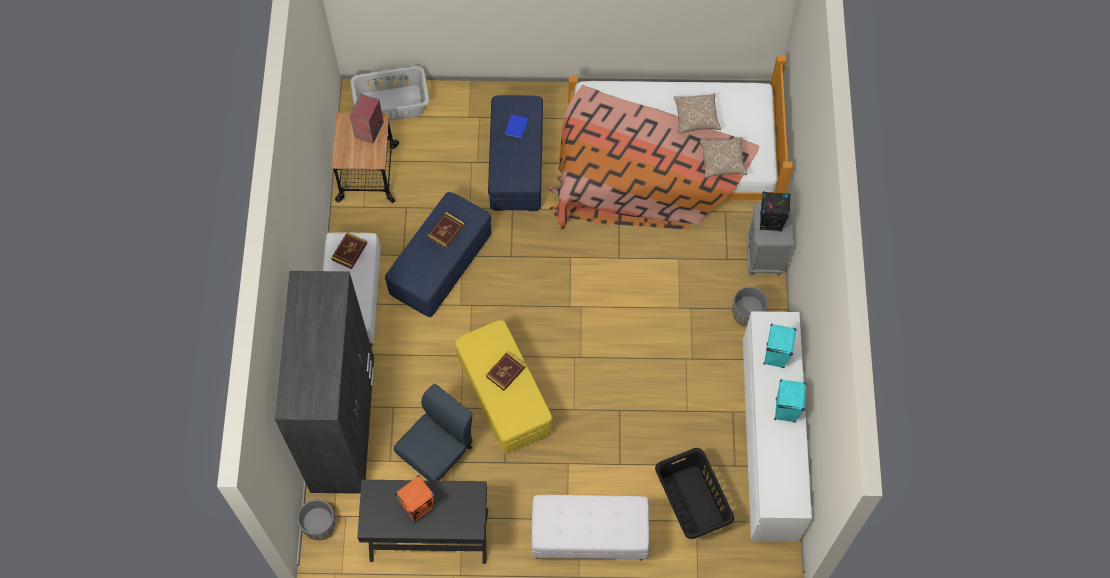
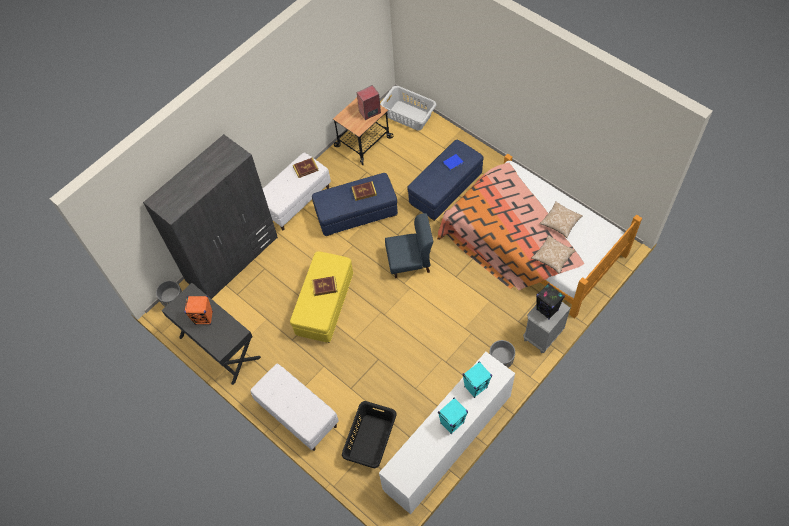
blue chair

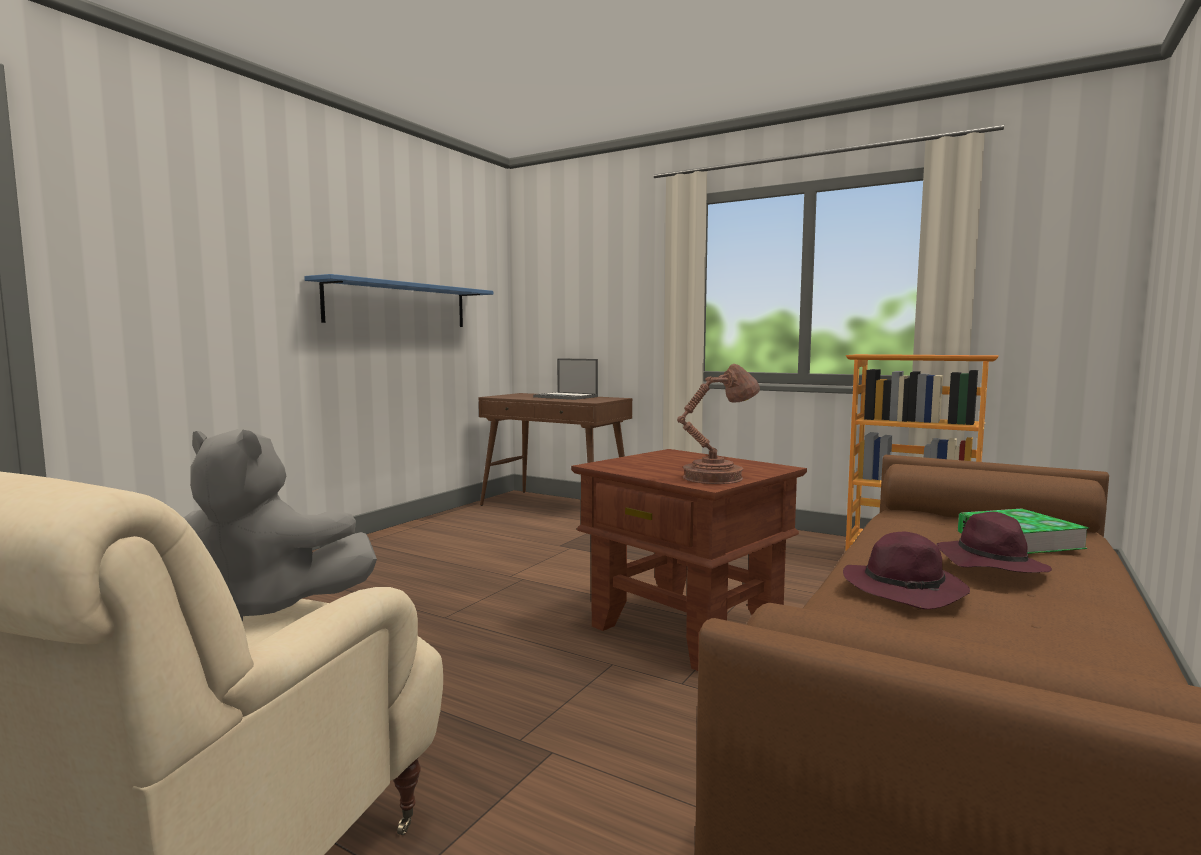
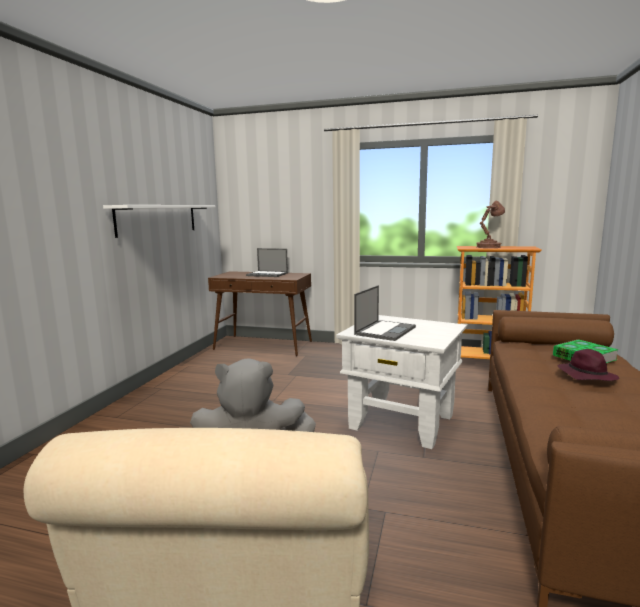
white shelf
white side table
laptop (no. 2 from left)
brown table lamp
purple hat (no. 1 from left in the first image)

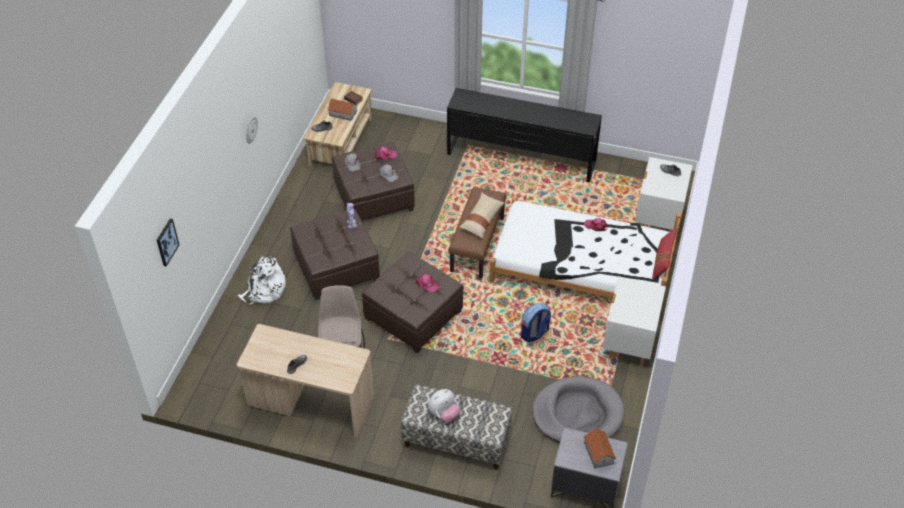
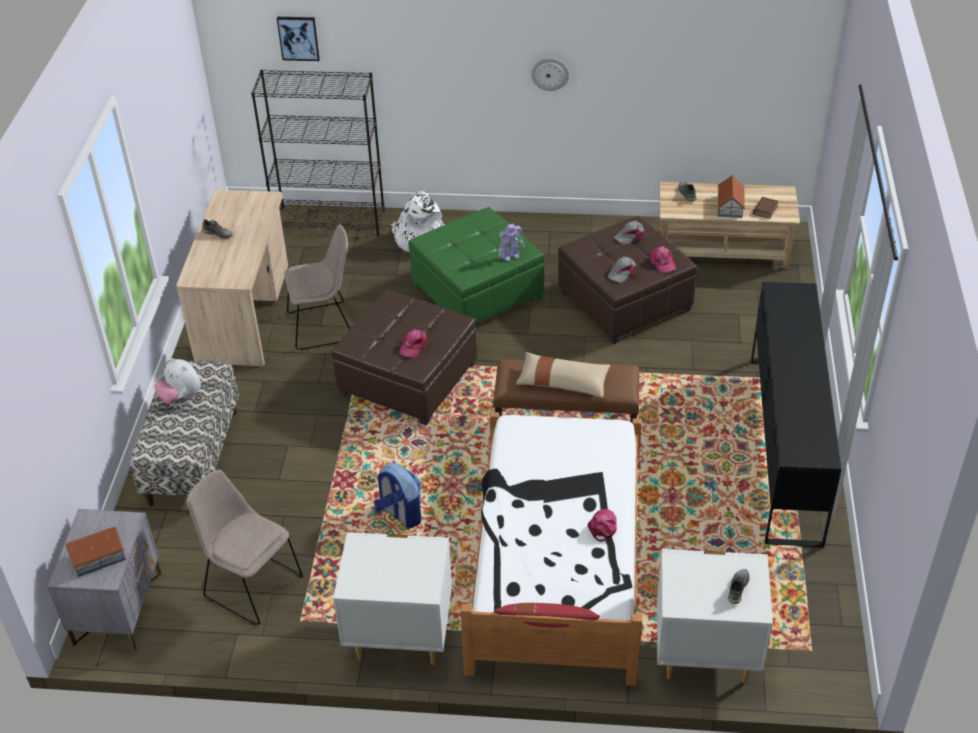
beige chair (no. 1 from left)
black bookcase
green ottoman

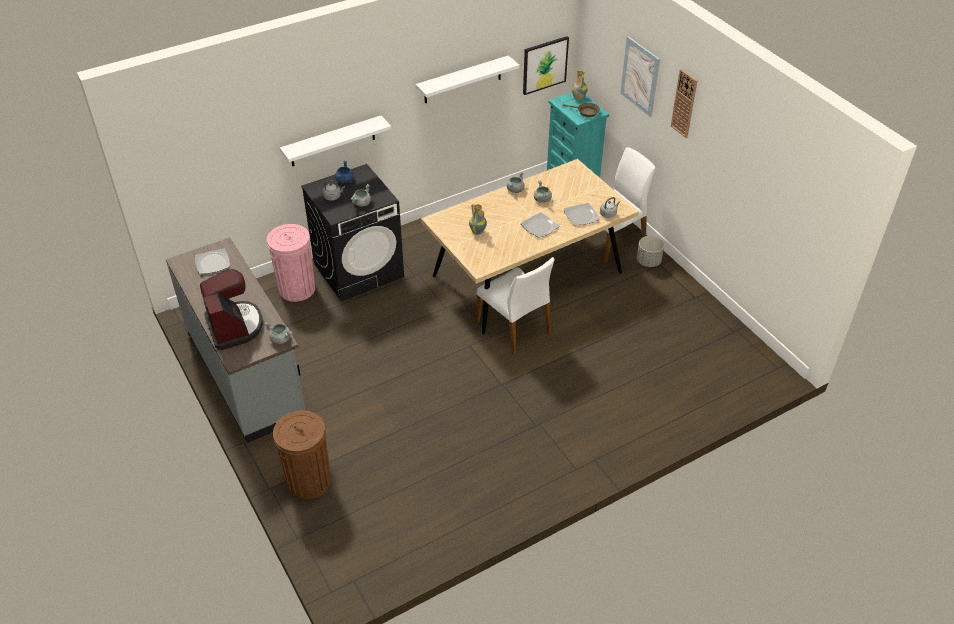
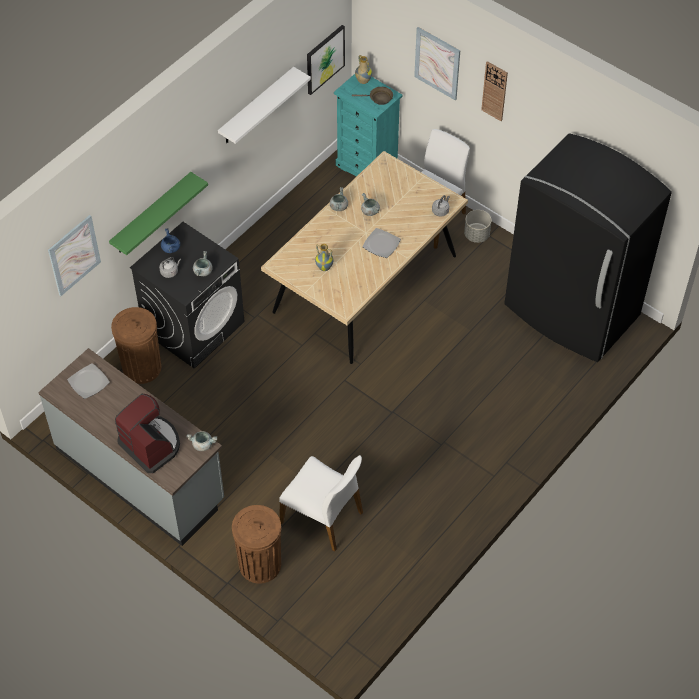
picture (no. 1 from left)
green shelf
brown trash can (no. 1 from left)
white chair (no. 1 from left)
black fridge
plate (no. 3 from left in the first image)

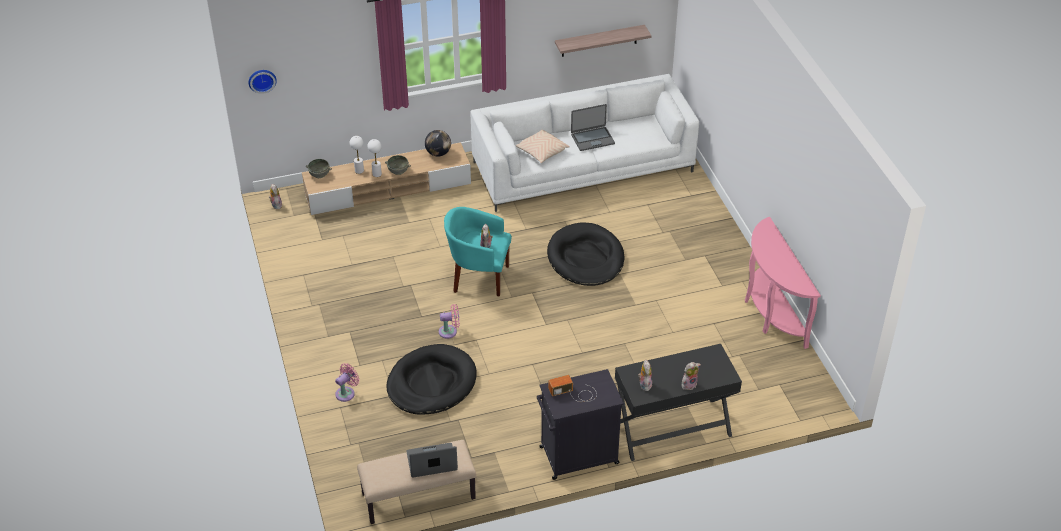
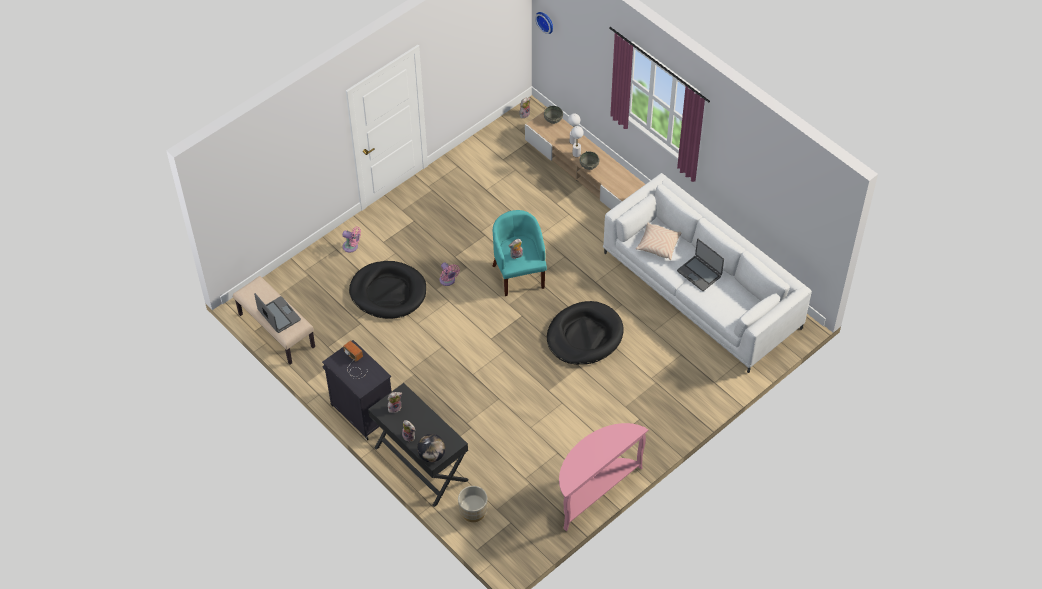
globe
beige planter
shelf

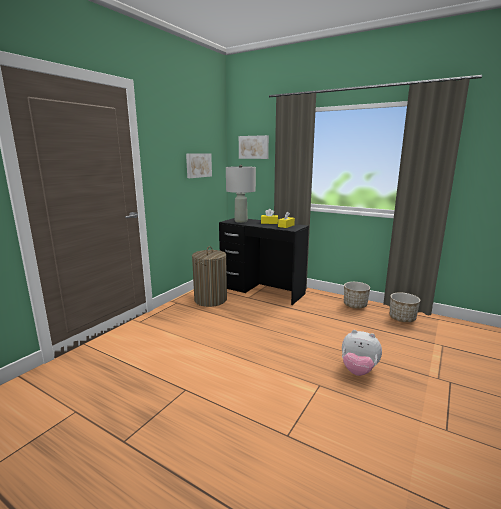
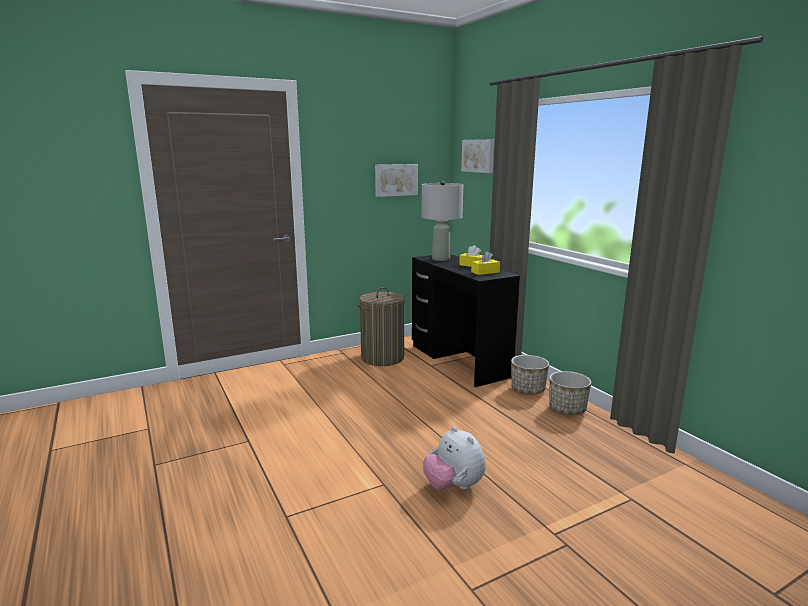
planter (no. 1 from left)

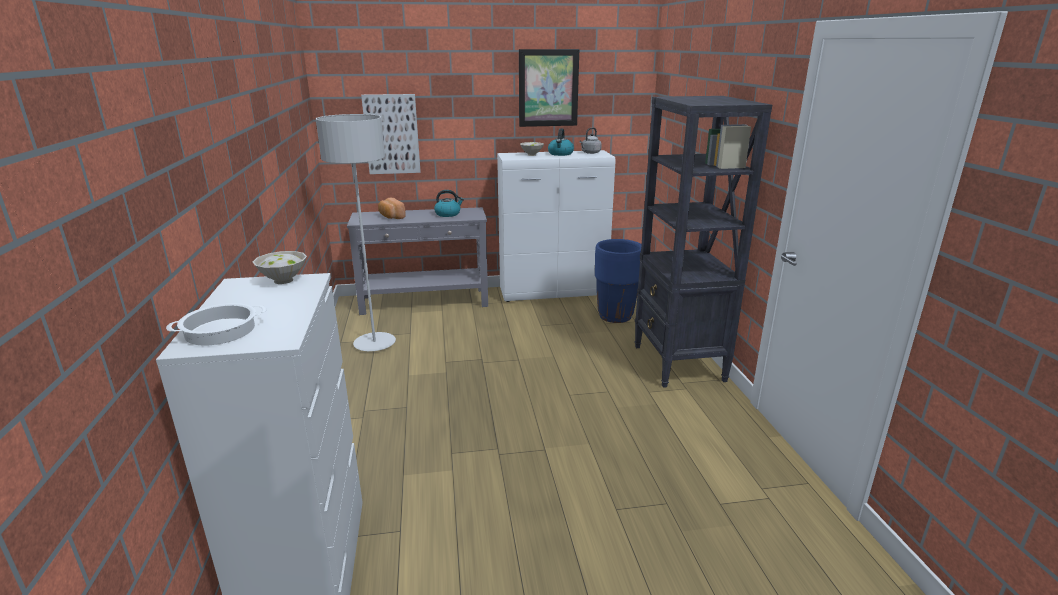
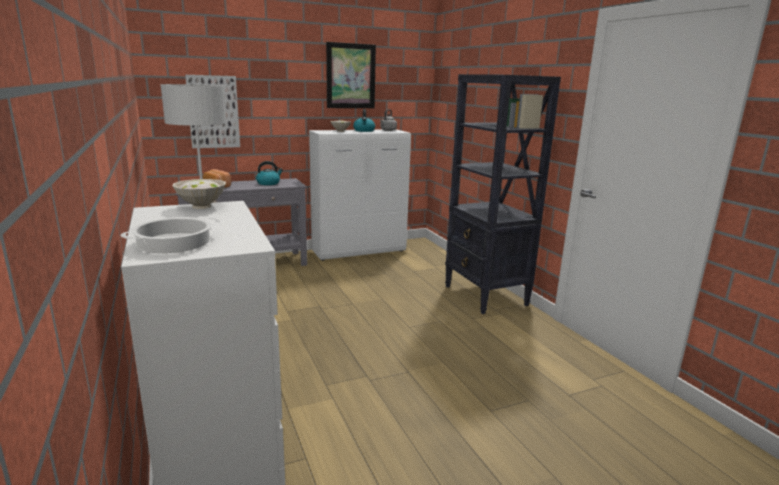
blue planter

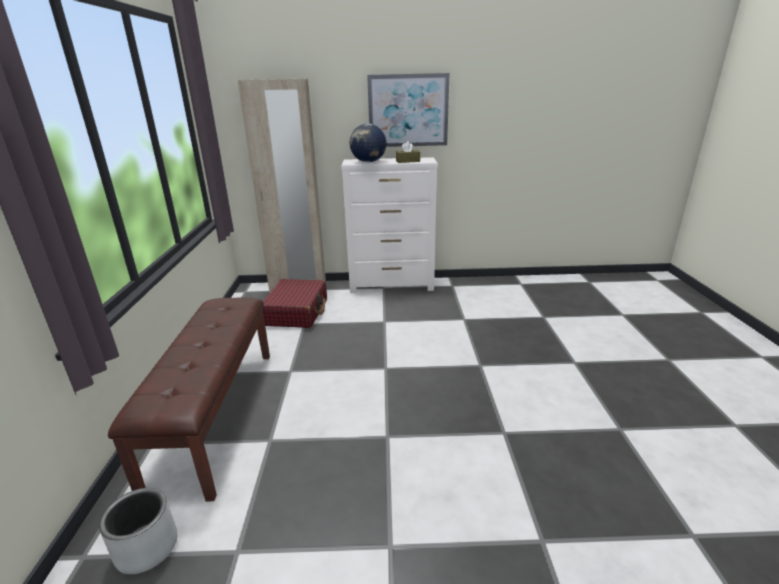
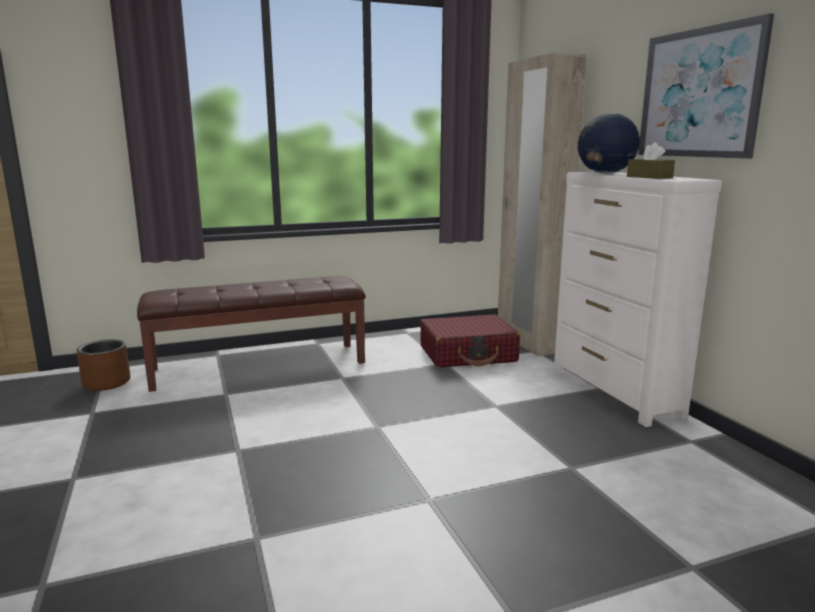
brown planter

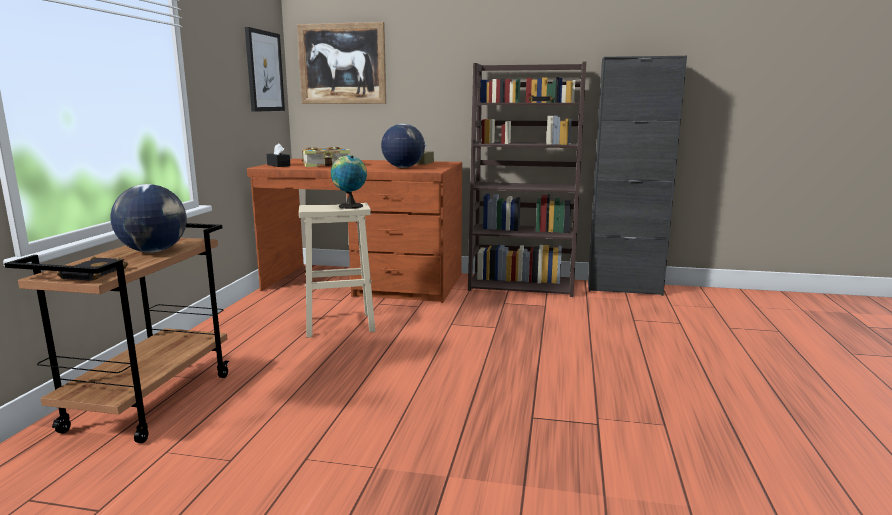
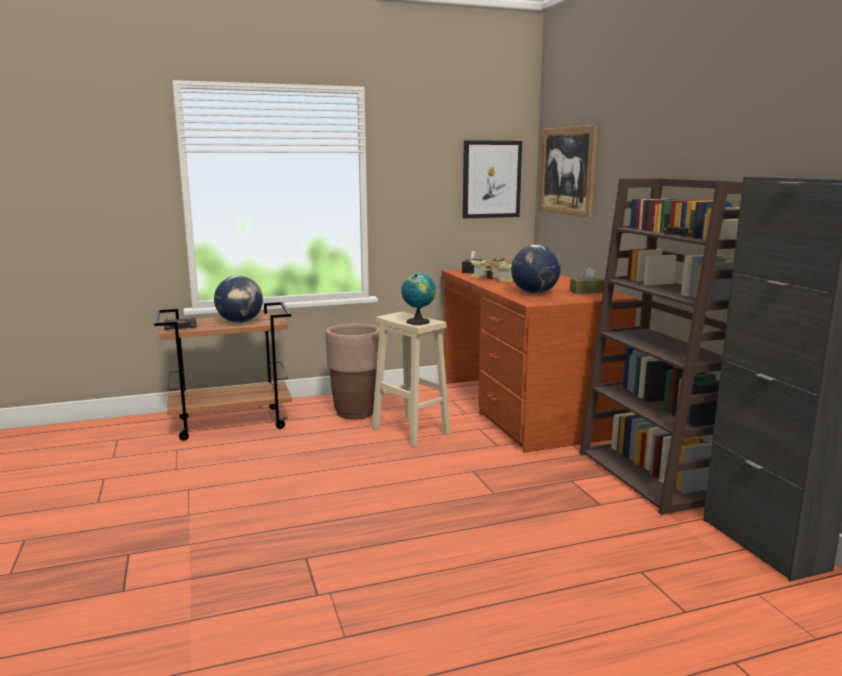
brown planter

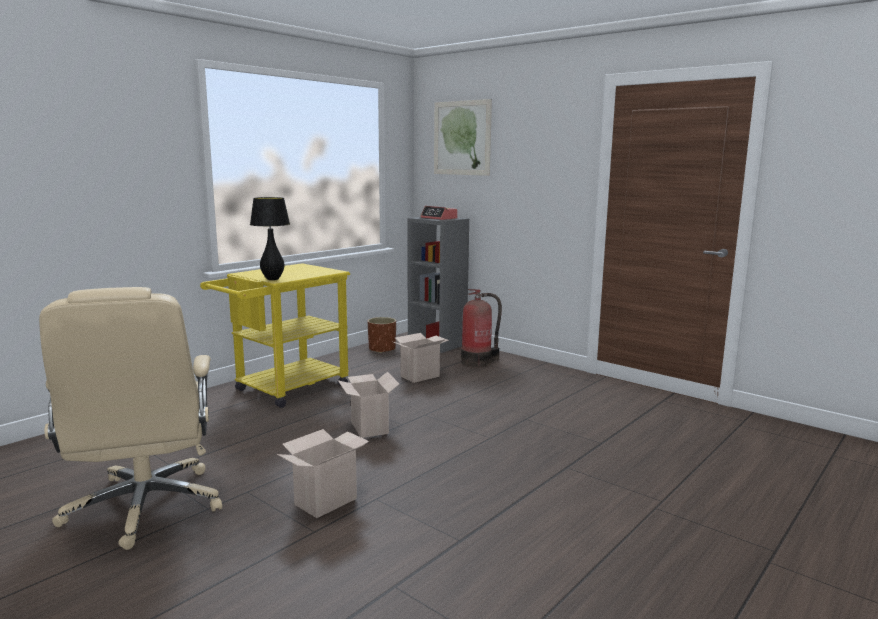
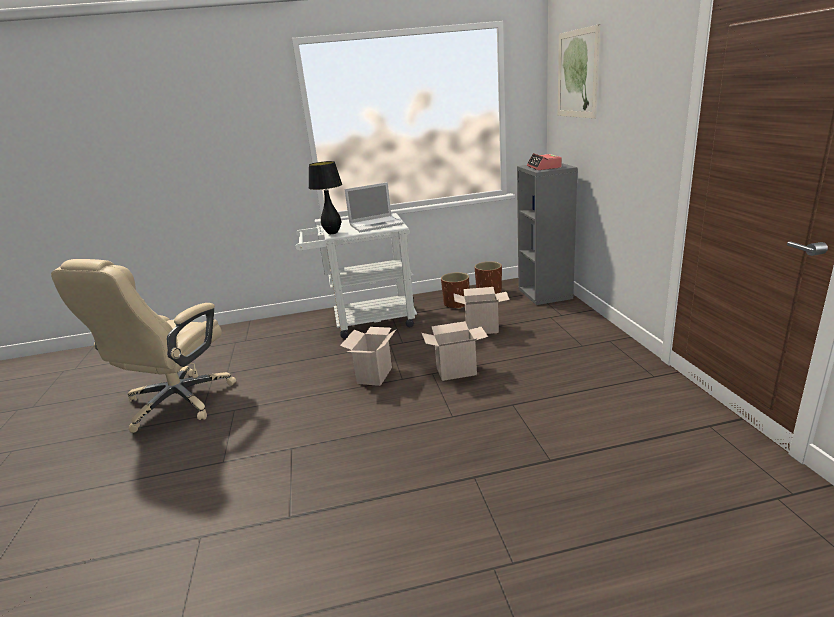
white cart
laptop
cardboard box (no. 2 from left)
brown planter (no. 1 from left)
fire extinguisher

